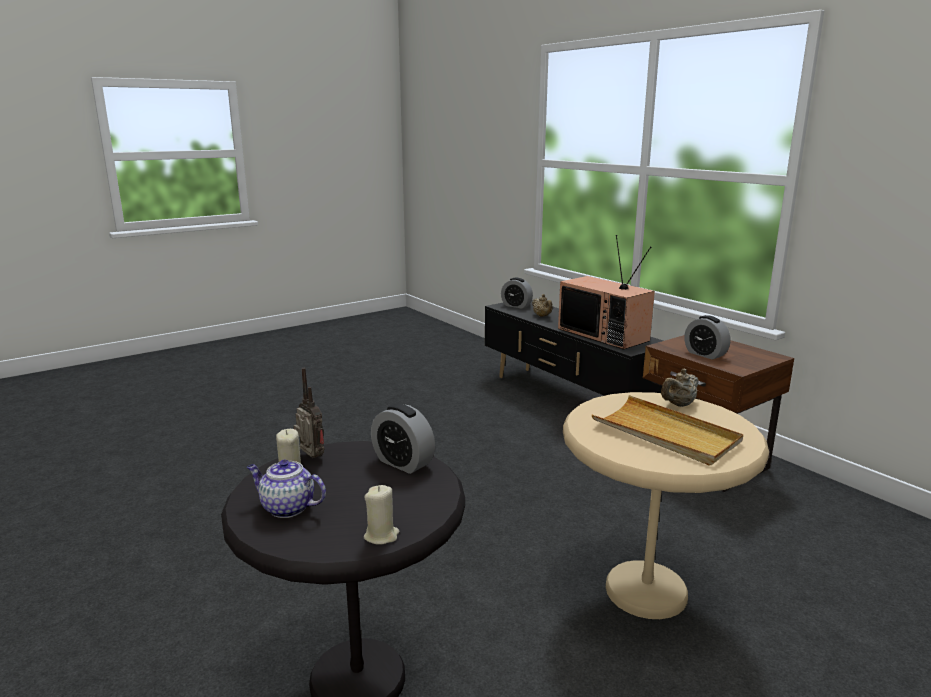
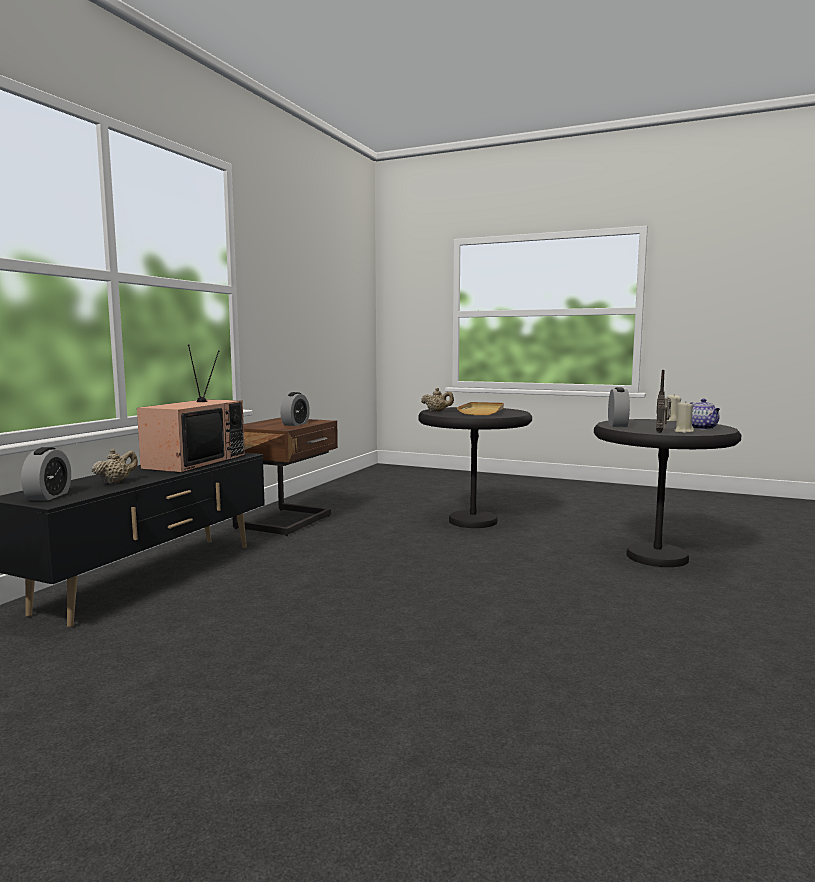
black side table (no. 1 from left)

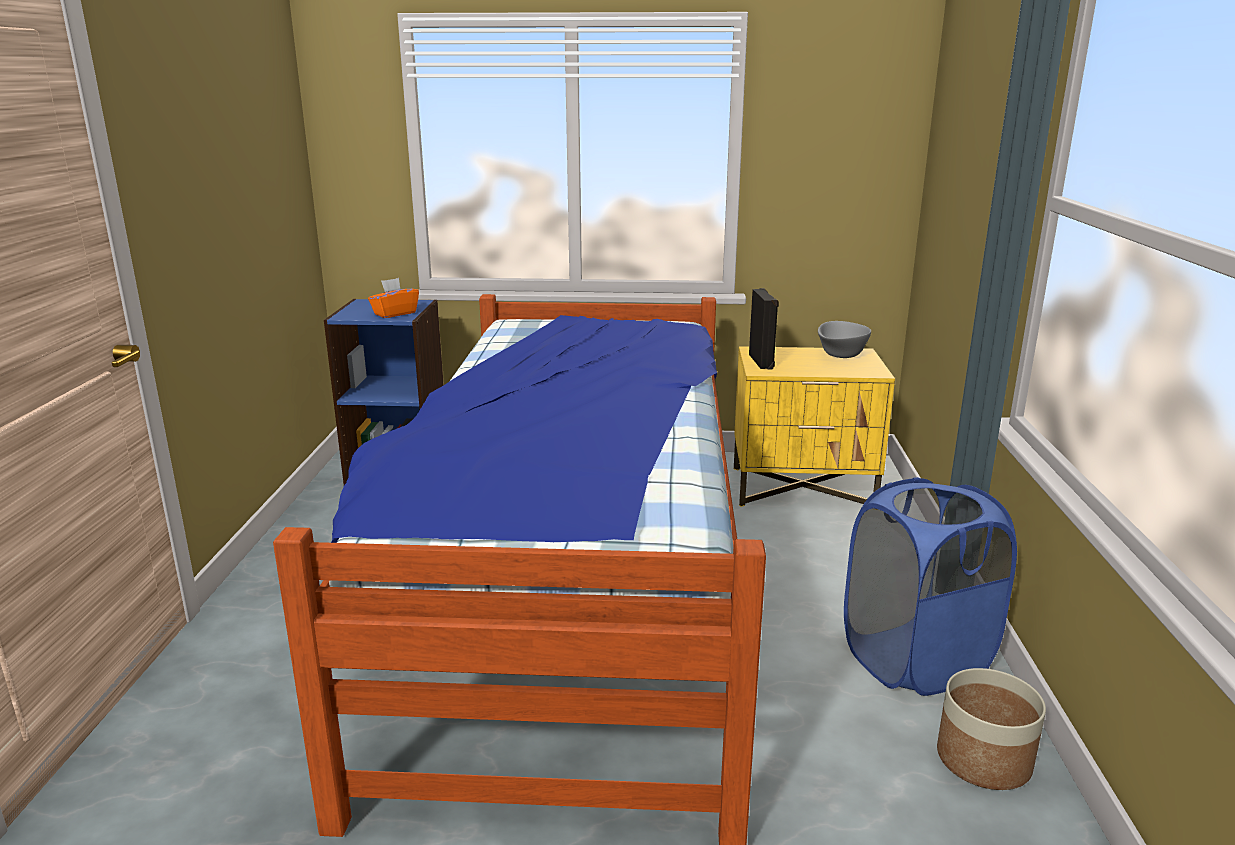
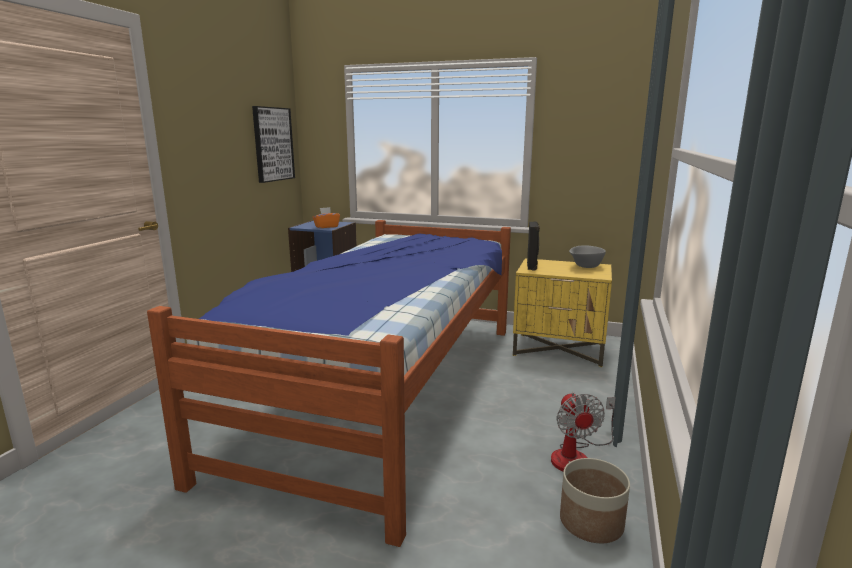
picture
fan

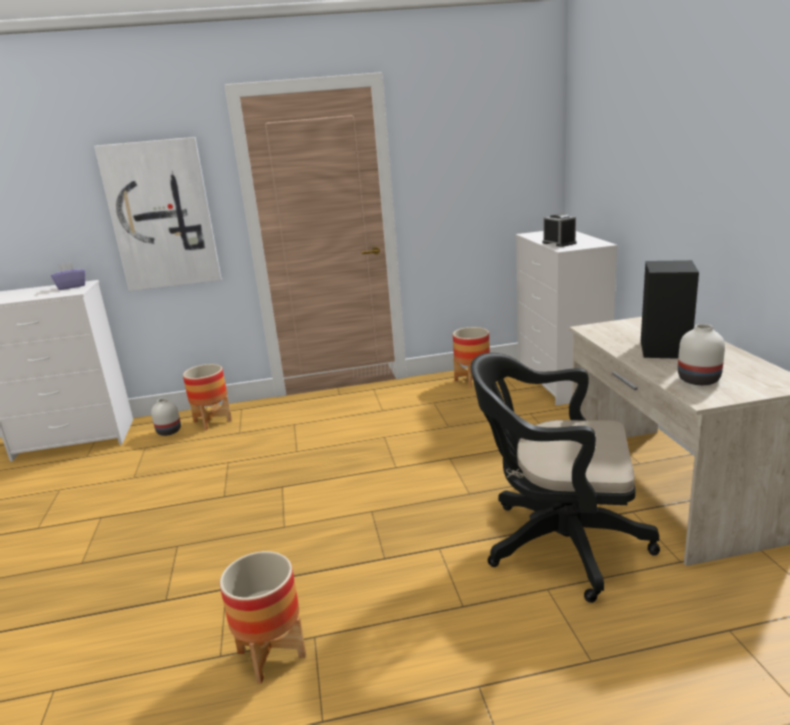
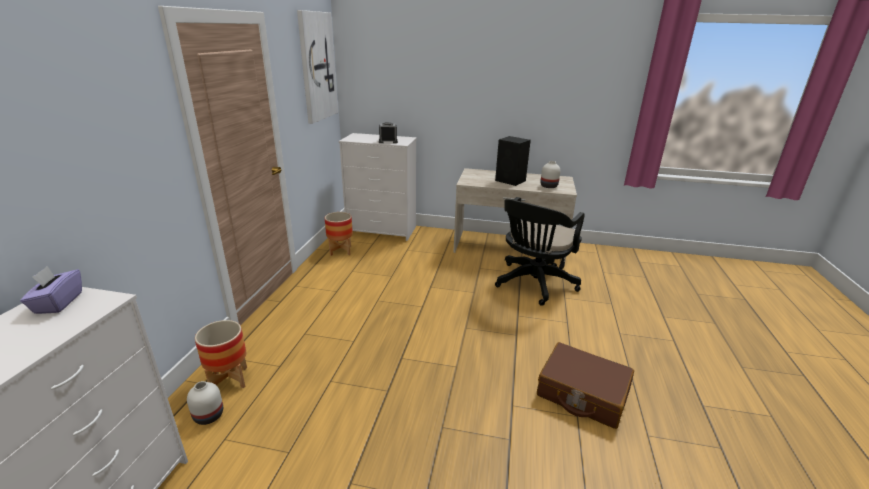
picture
brown suitcase

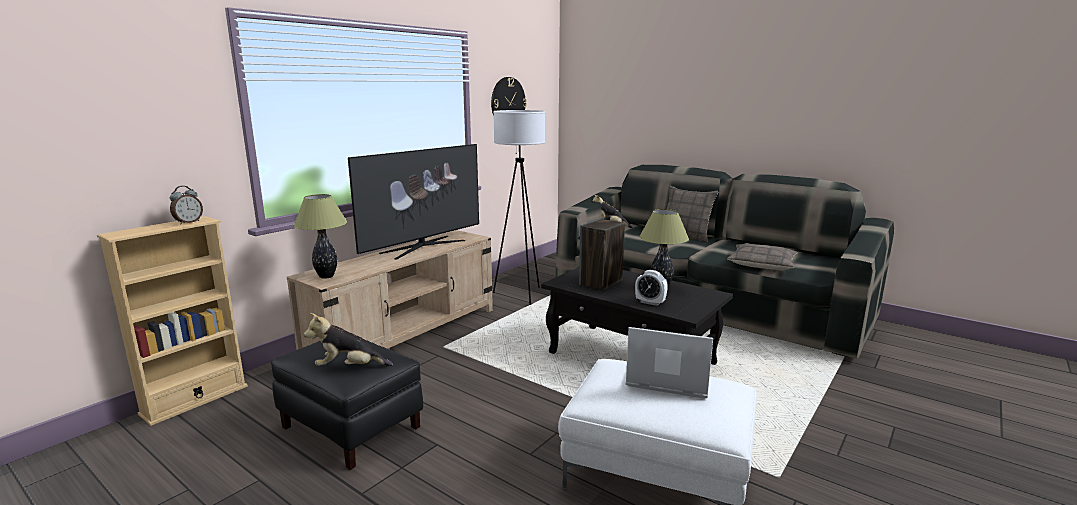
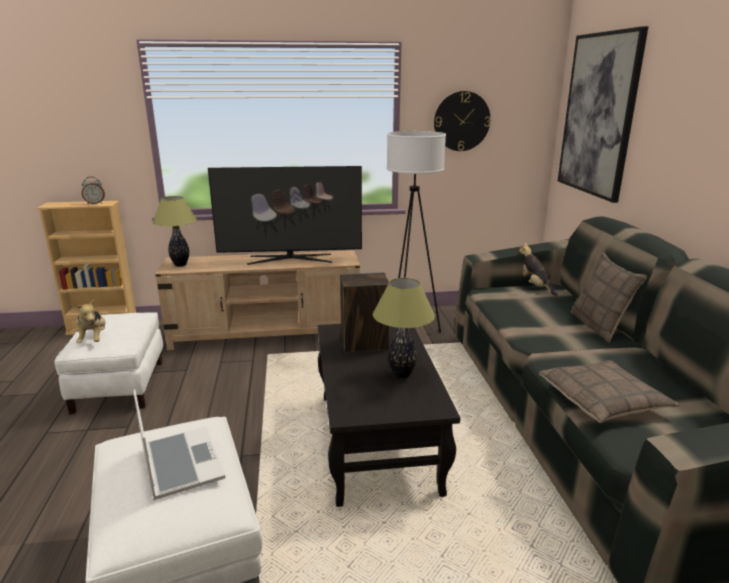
white ottoman (no. 1 from left)
plush toy (no. 1 from left)
picture
alarm clock (no. 2 from left in the first image)

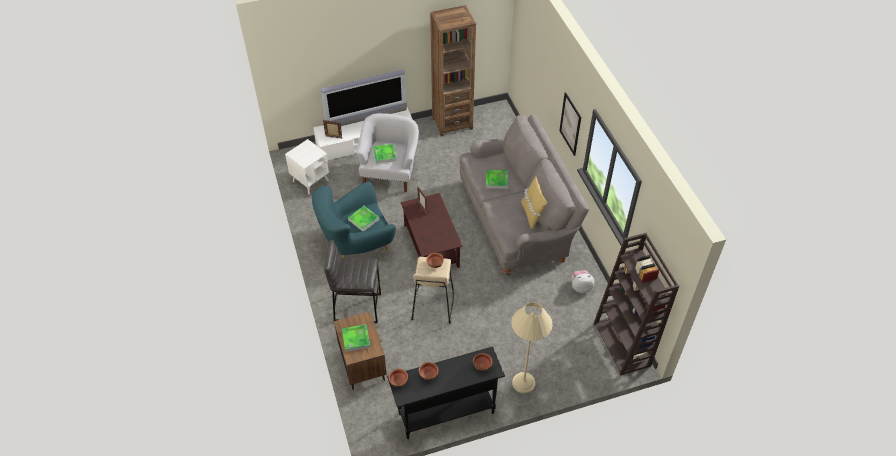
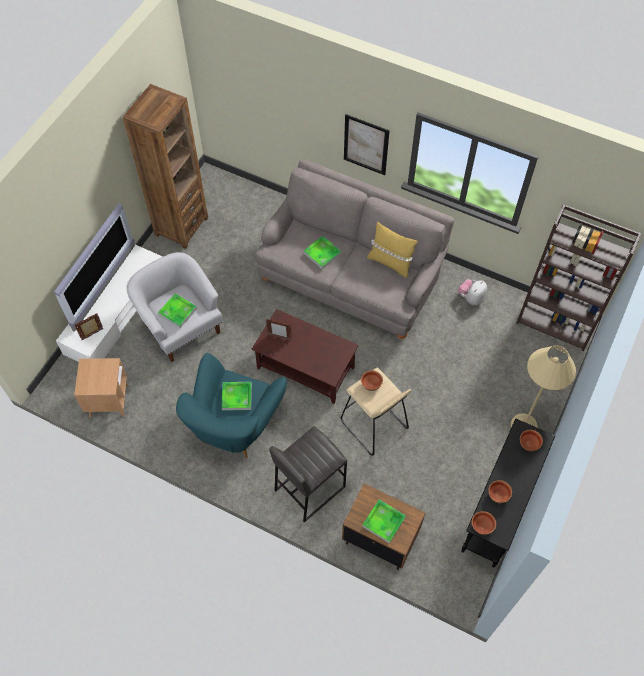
brown side table

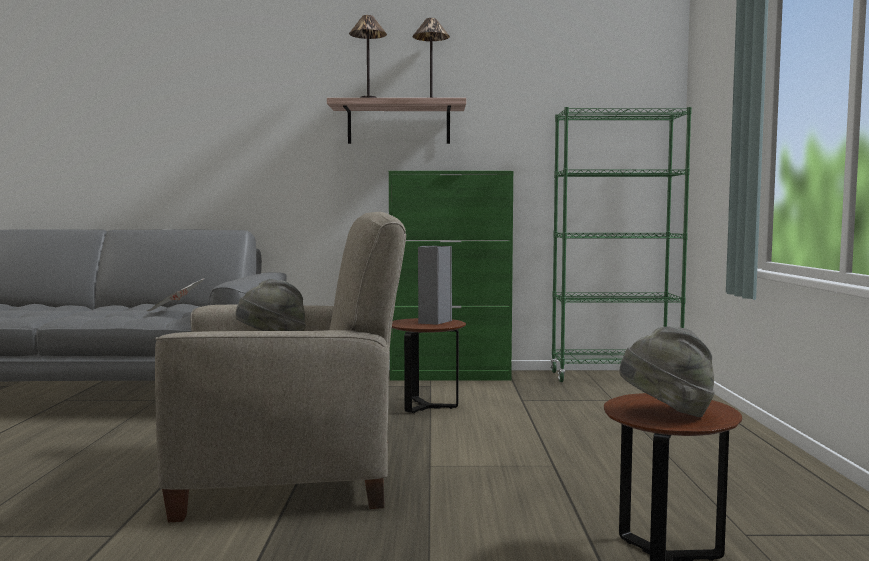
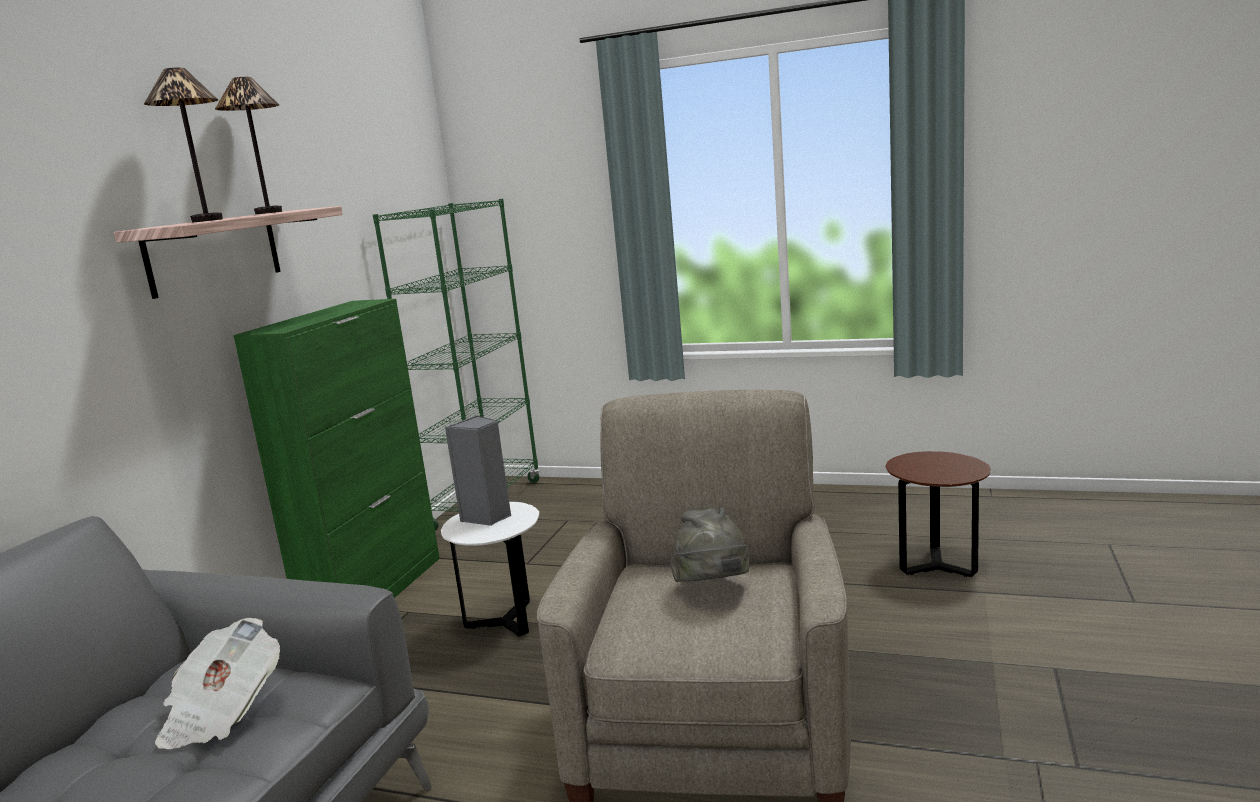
white side table
grey hat (no. 2 from left in the first image)

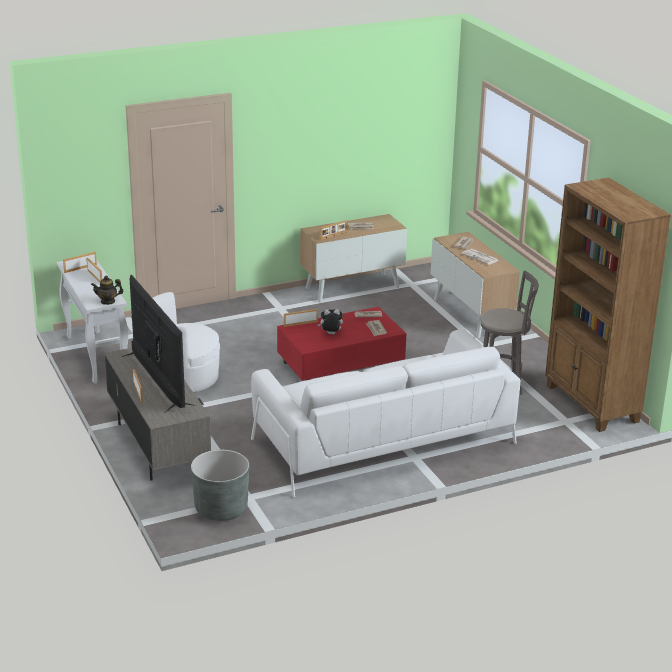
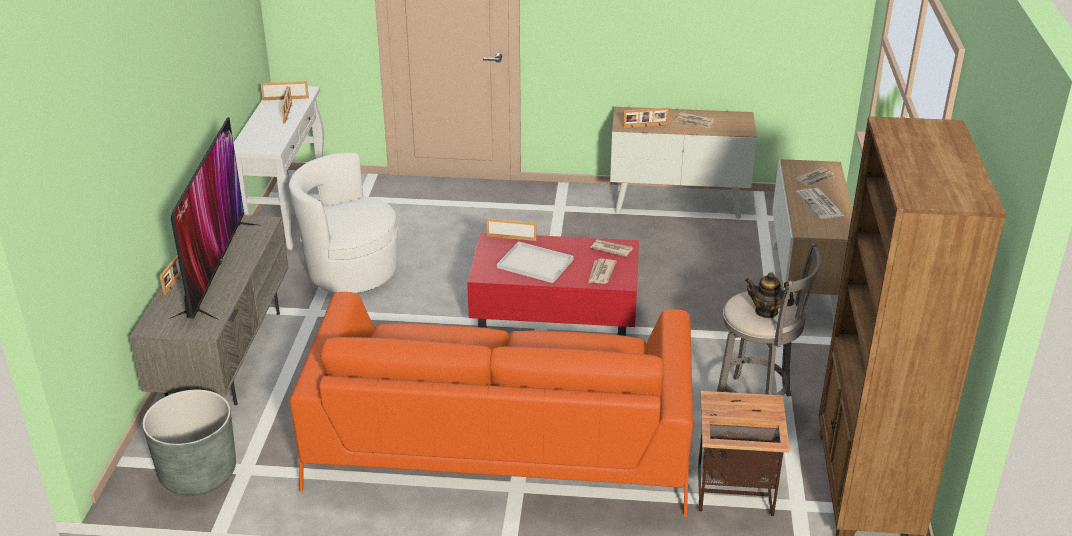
orange sofa
white tray
side table
teapot

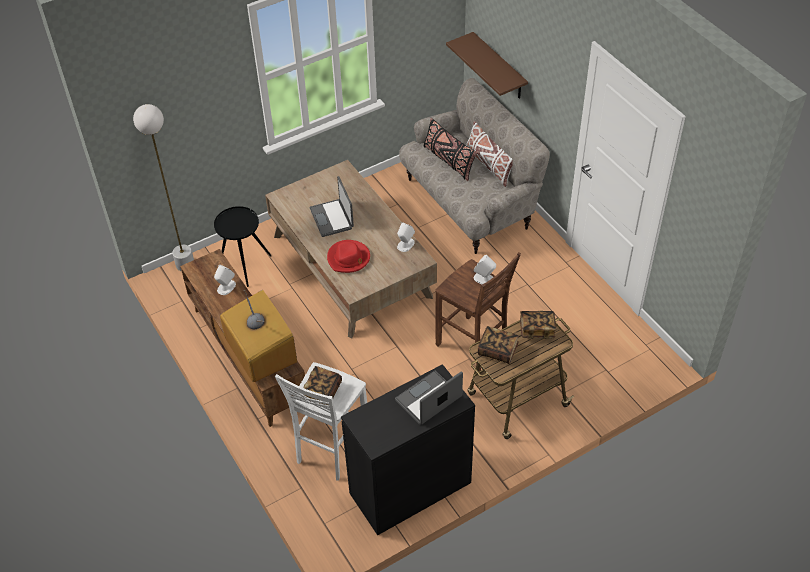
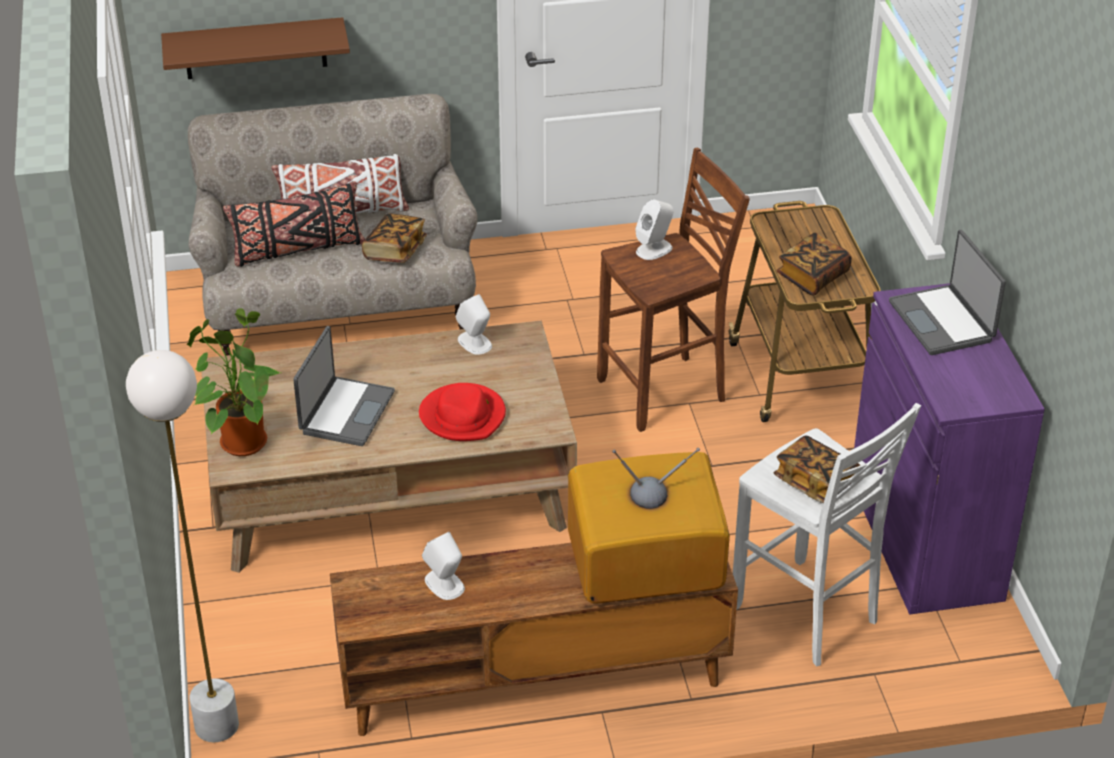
potted plant
laptop (no. 1 from left)
book (no. 1 from left)
purple cabinet
black side table

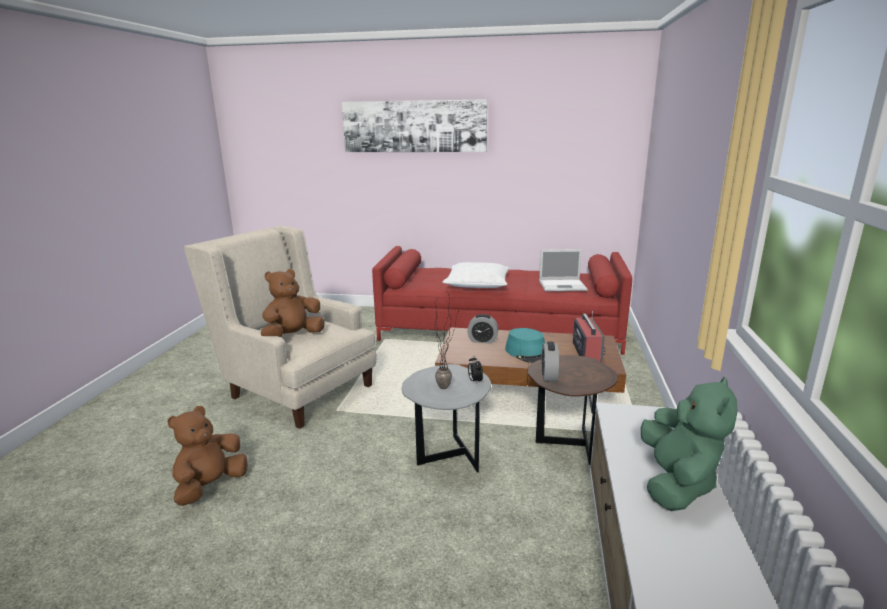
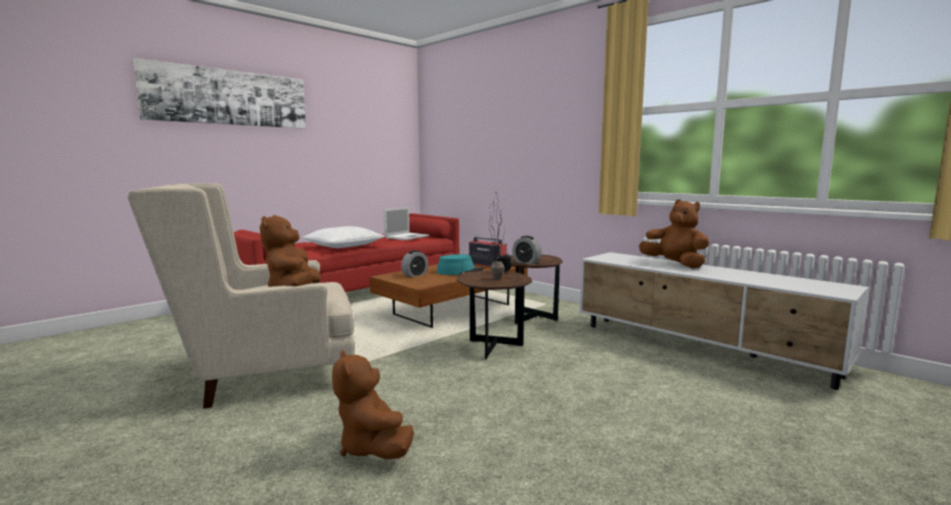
brown side table (no. 1 from left)
brown plush toy (no. 3 from left)

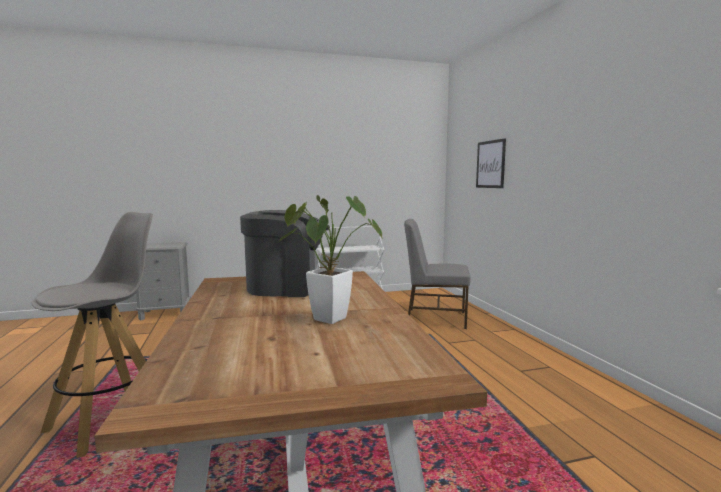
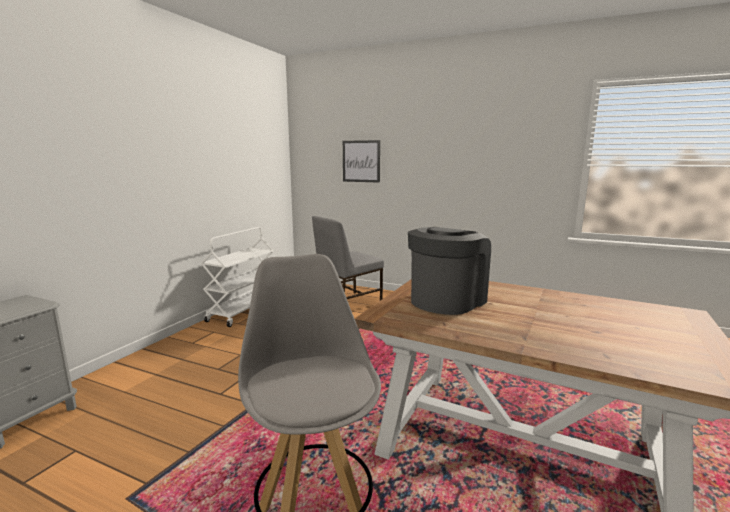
potted plant

